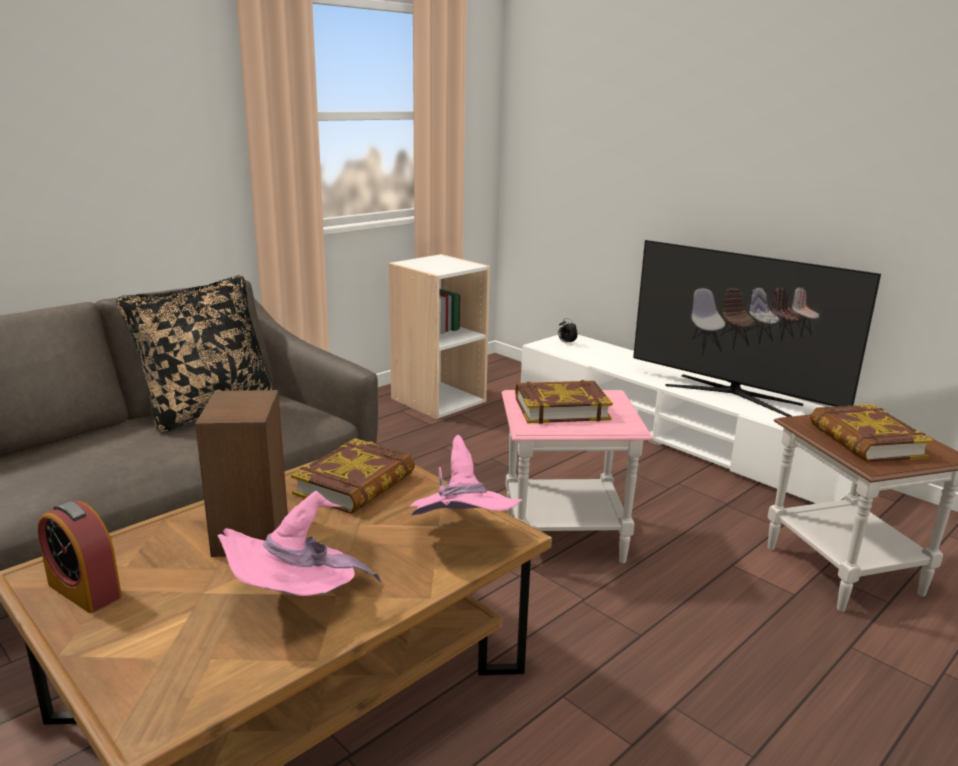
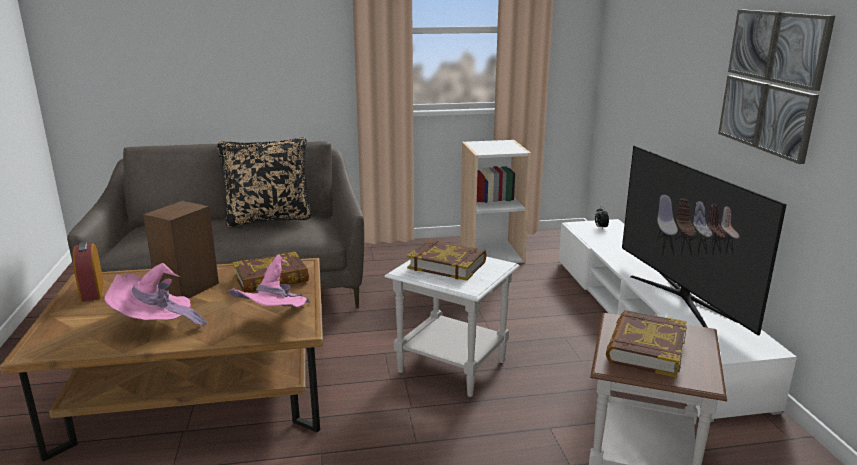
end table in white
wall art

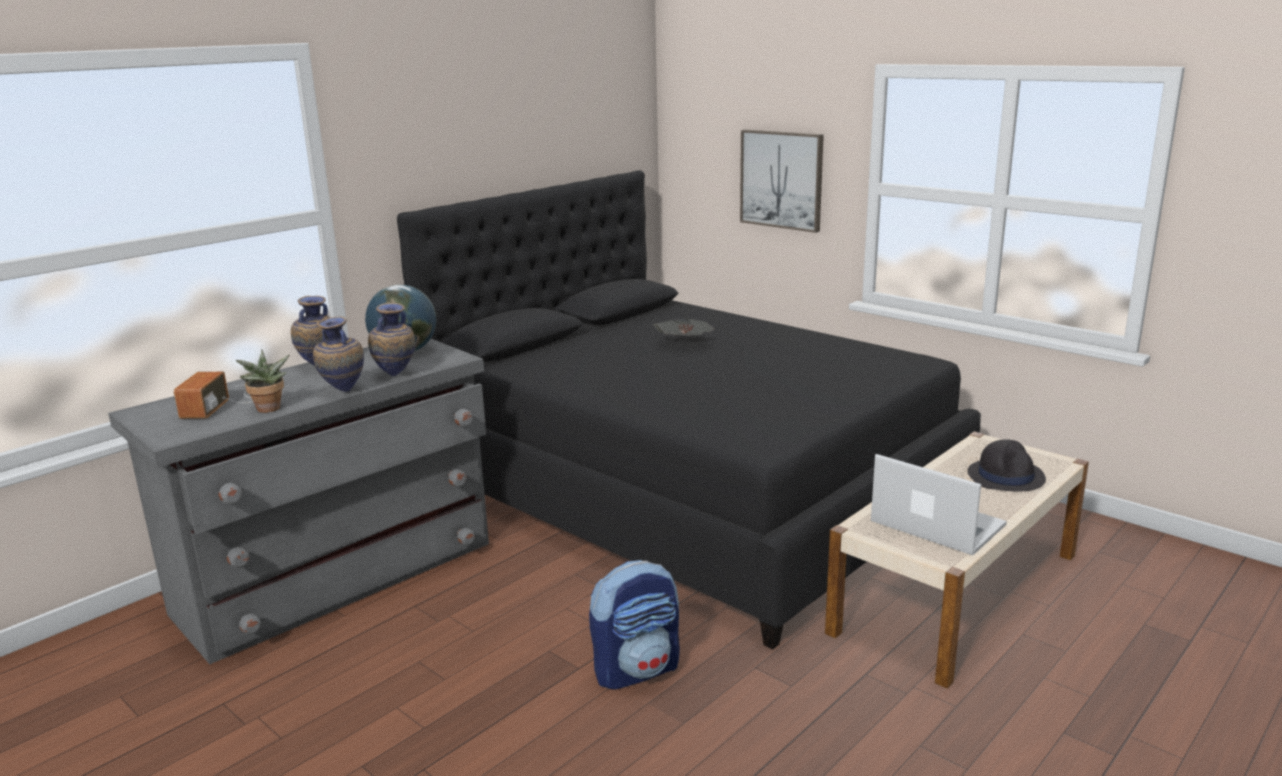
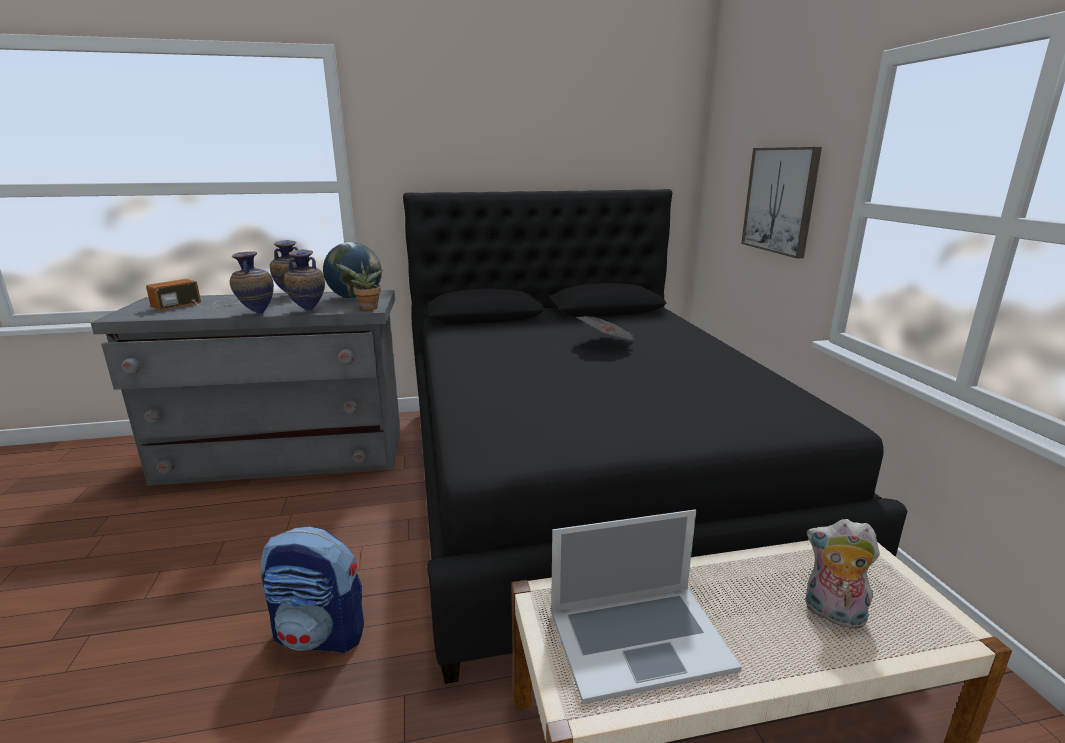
potted plant
portable computer
plush toy

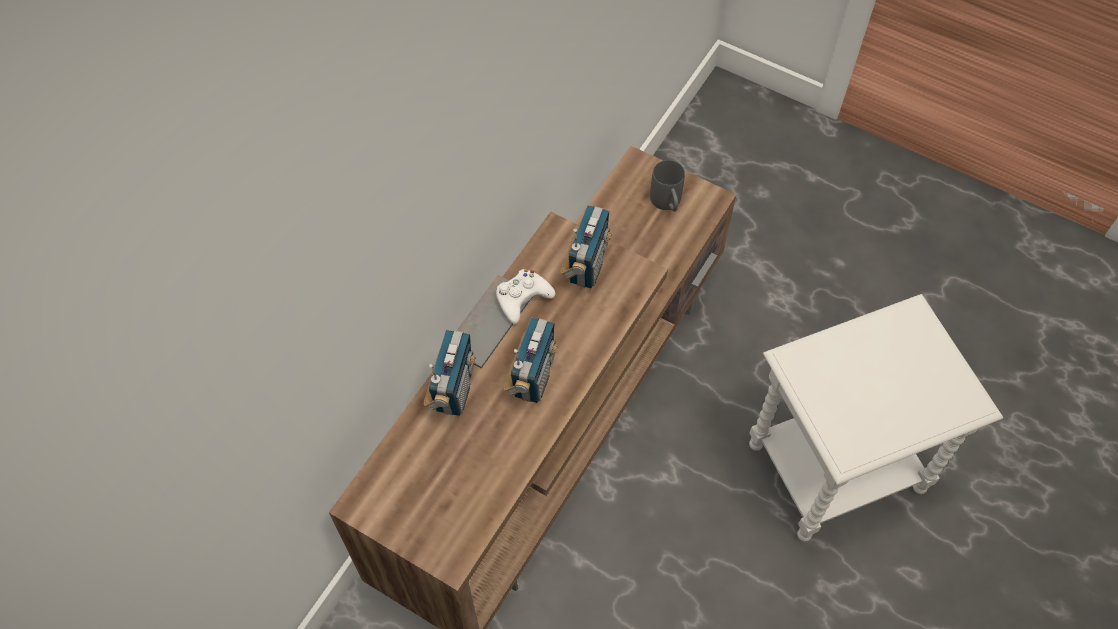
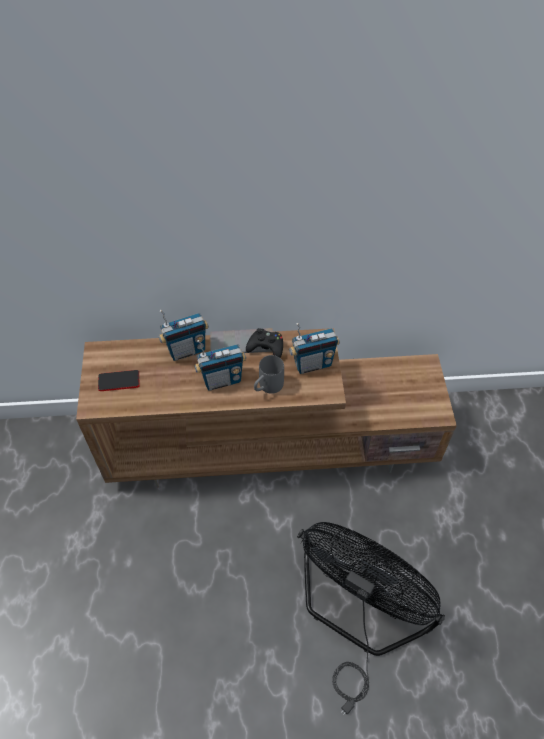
game controller in blackish
coffee mug in grey
electric fan in blackish
handset

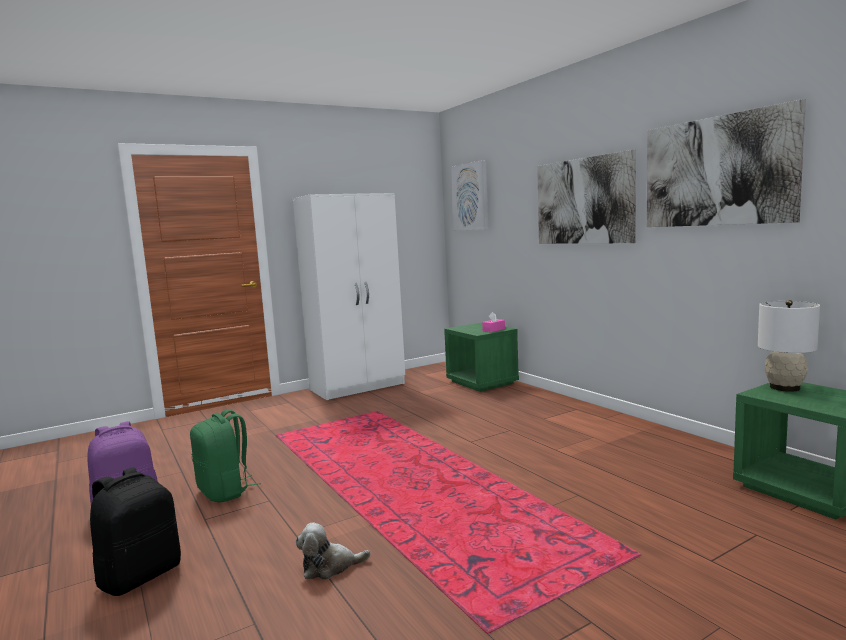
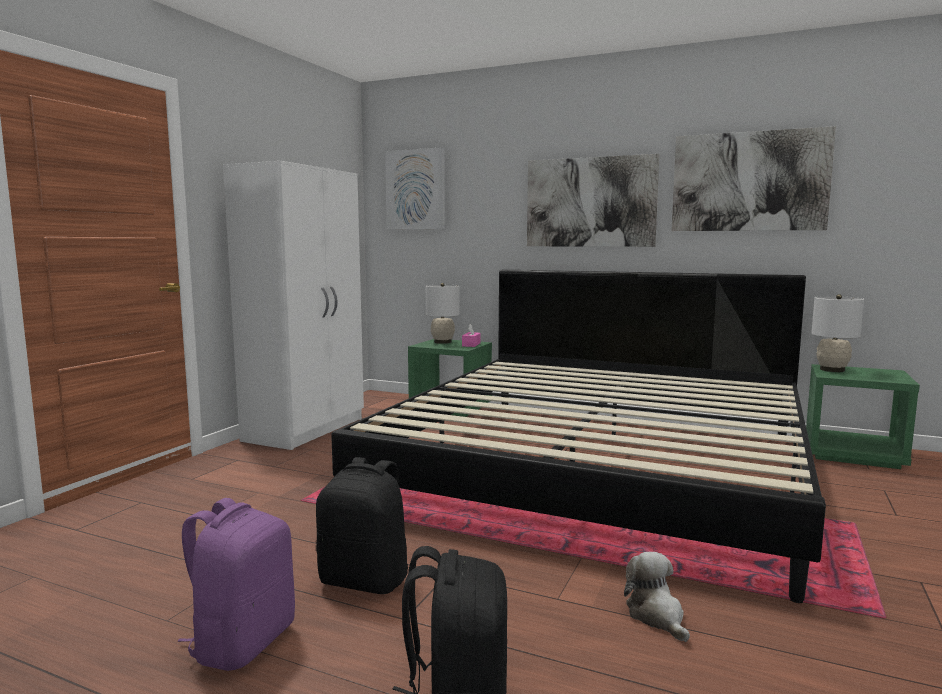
backpack in blackish (1st from left)
plush toy
bed
table lamp in white (1st from left)

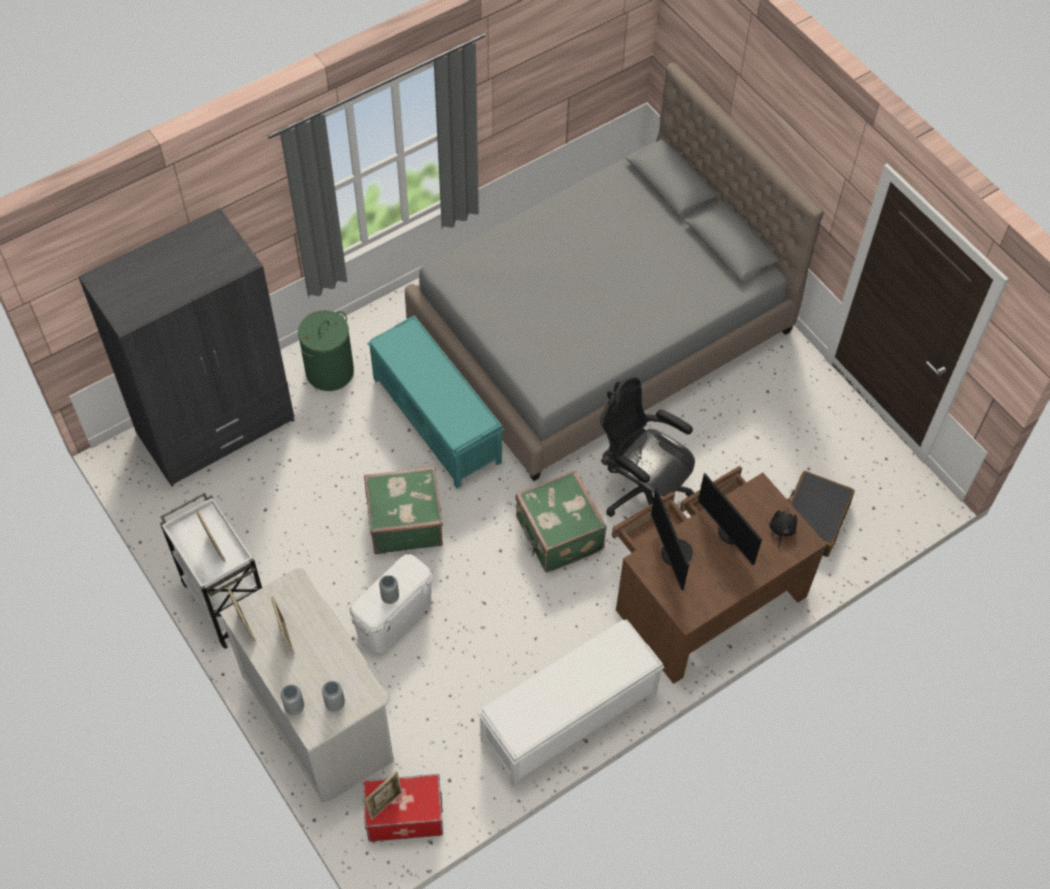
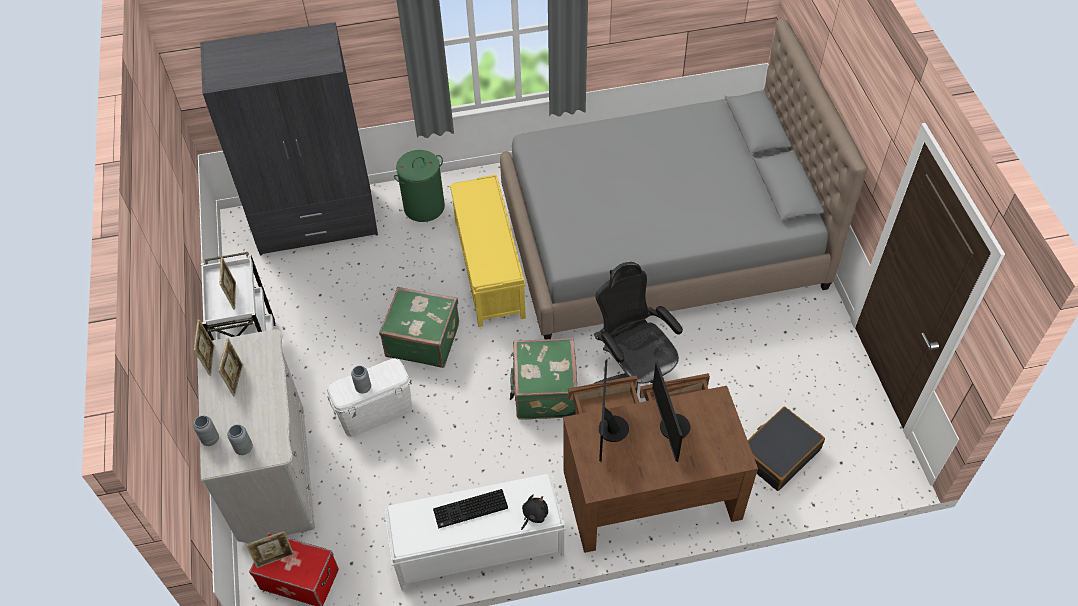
bench in yellow
plush toy in blackish
keyboard

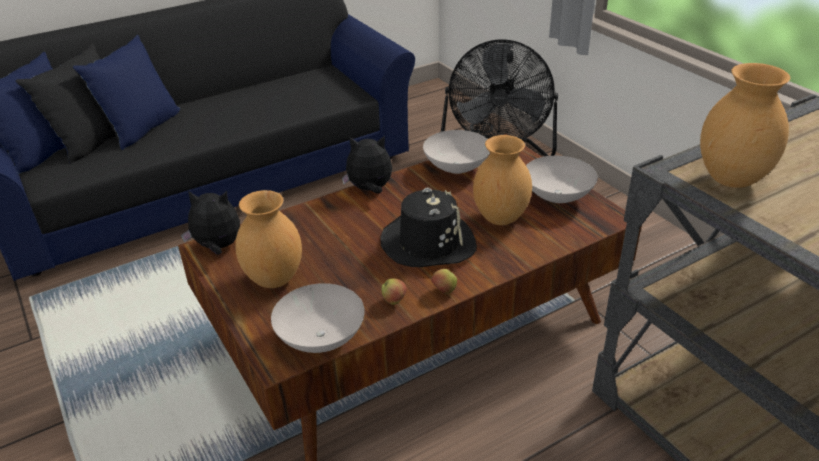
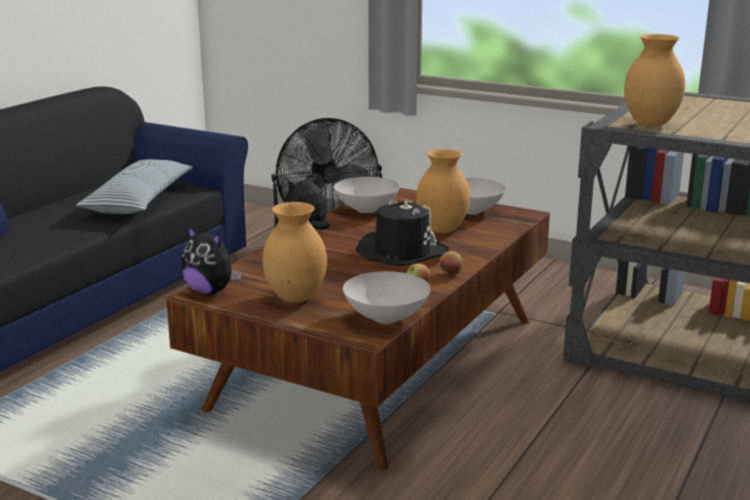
plush toy (1st from left)
cushion

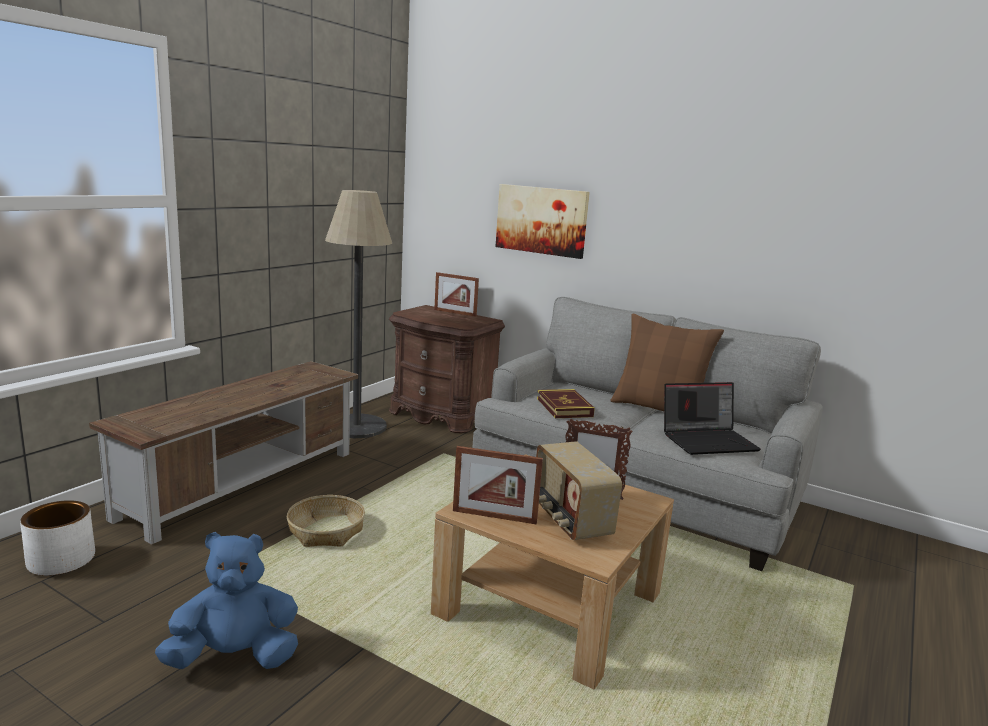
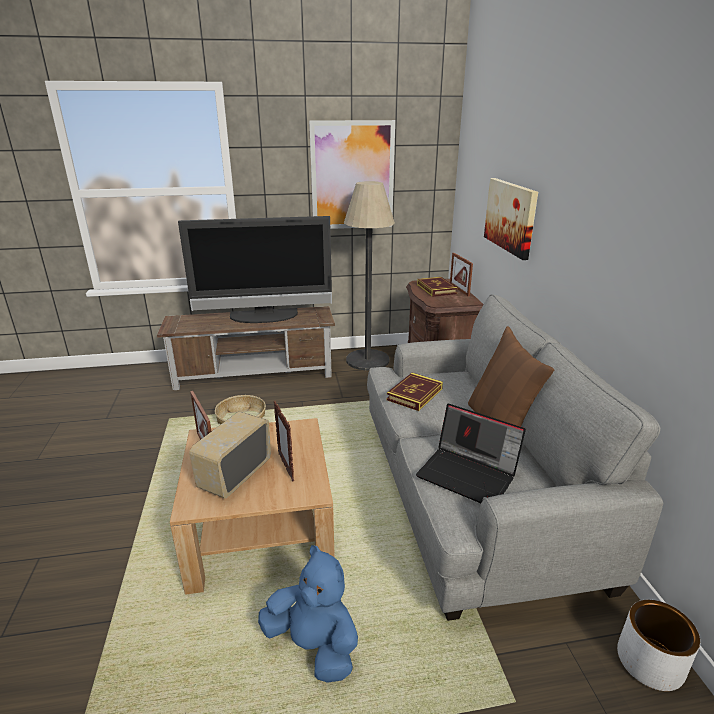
planter in white
plush toy in blue-coloured
TV set
wall art (1st from left)
book (2nd from left)

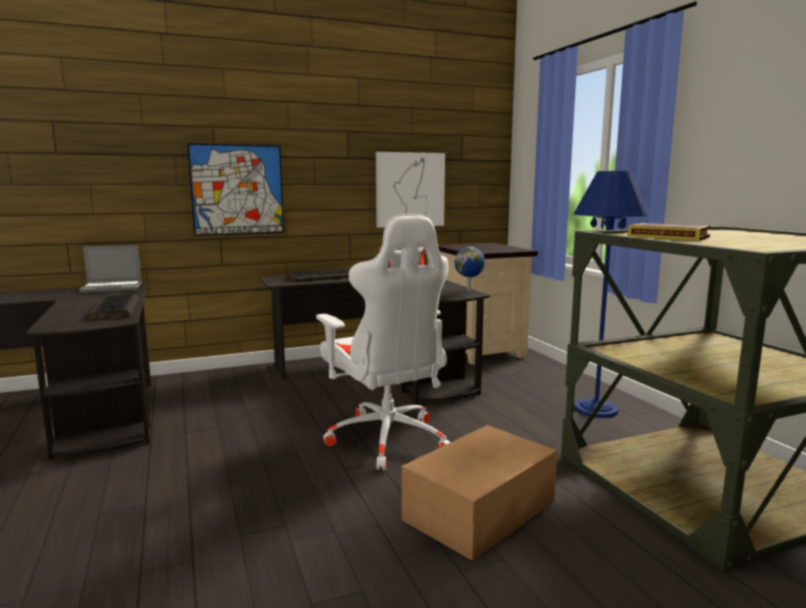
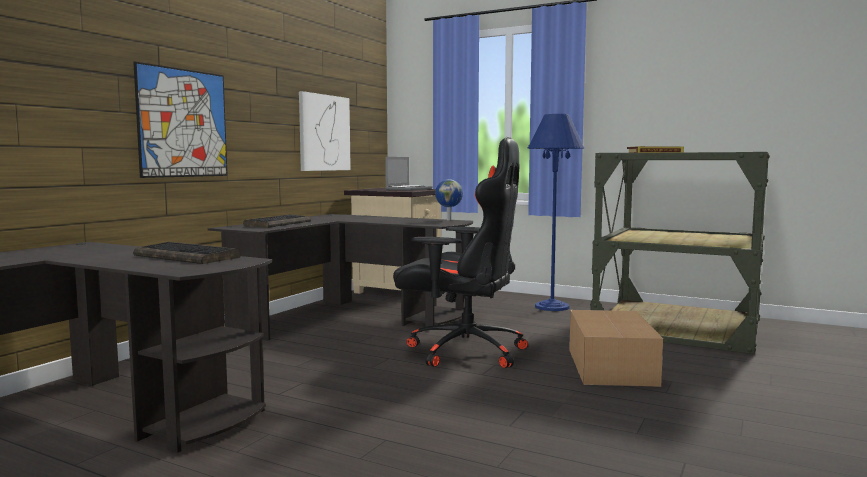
portable computer
desk chair in blackish

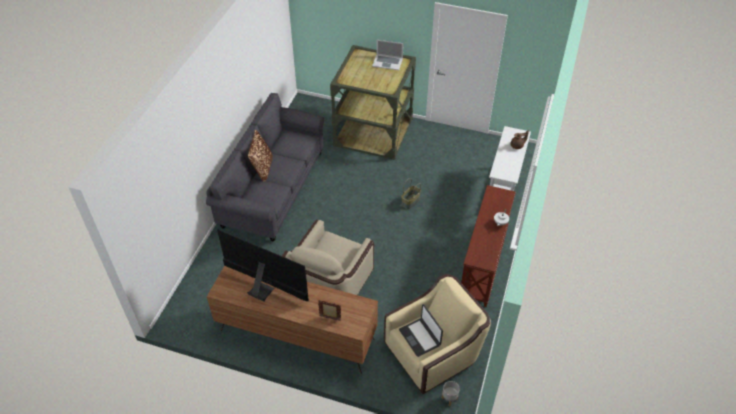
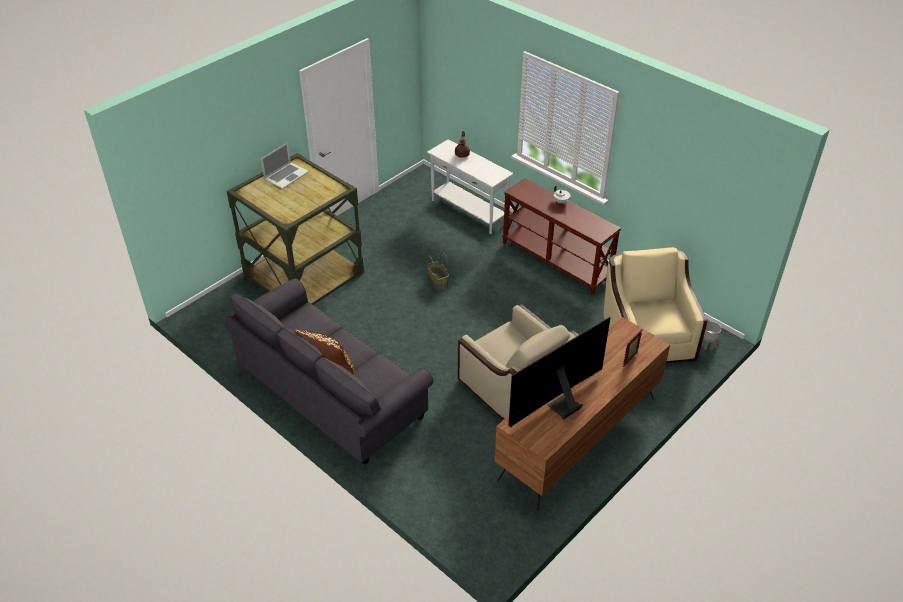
portable computer (2nd from left in the first image)

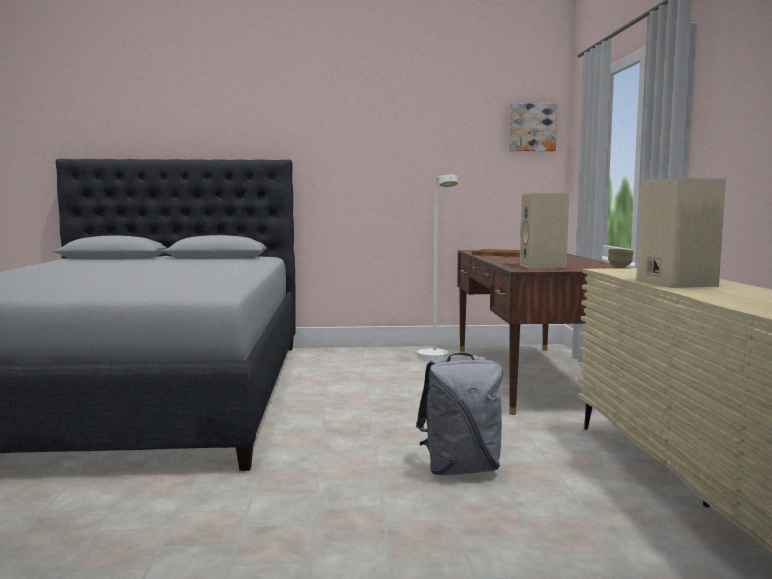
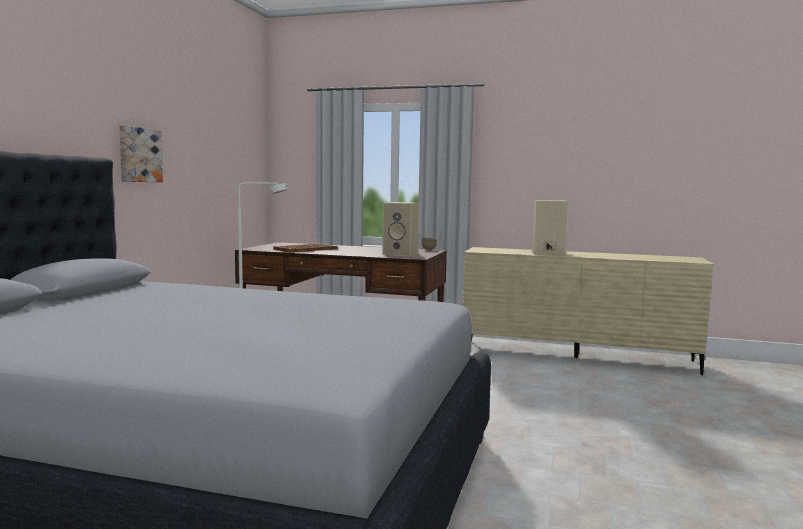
backpack in grey
wall art

